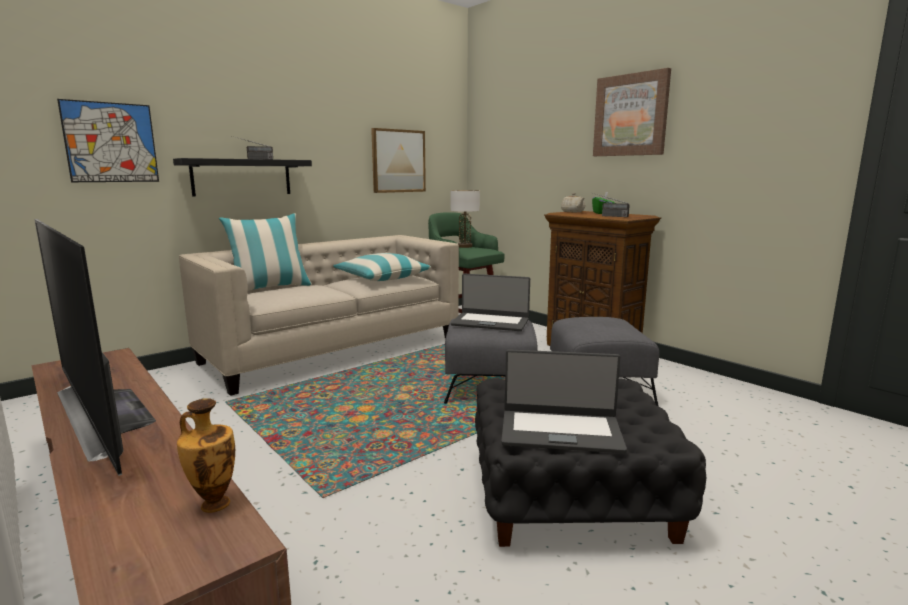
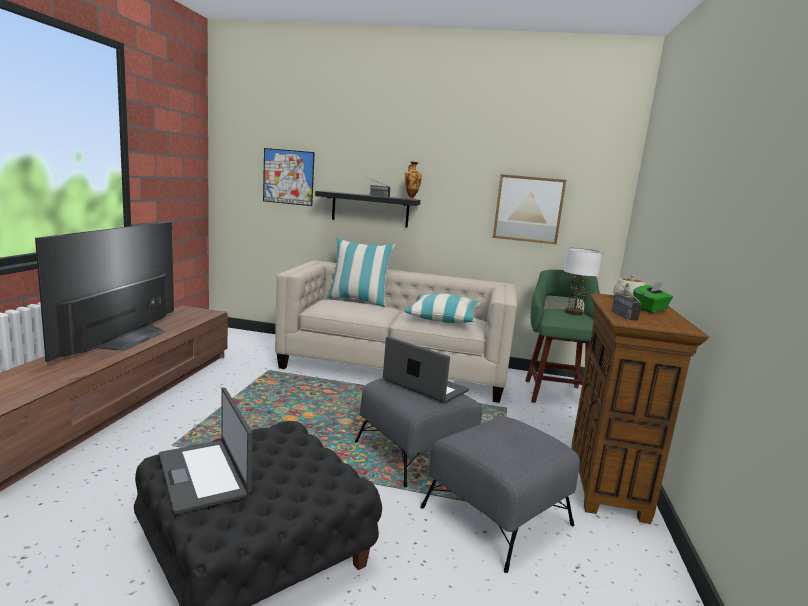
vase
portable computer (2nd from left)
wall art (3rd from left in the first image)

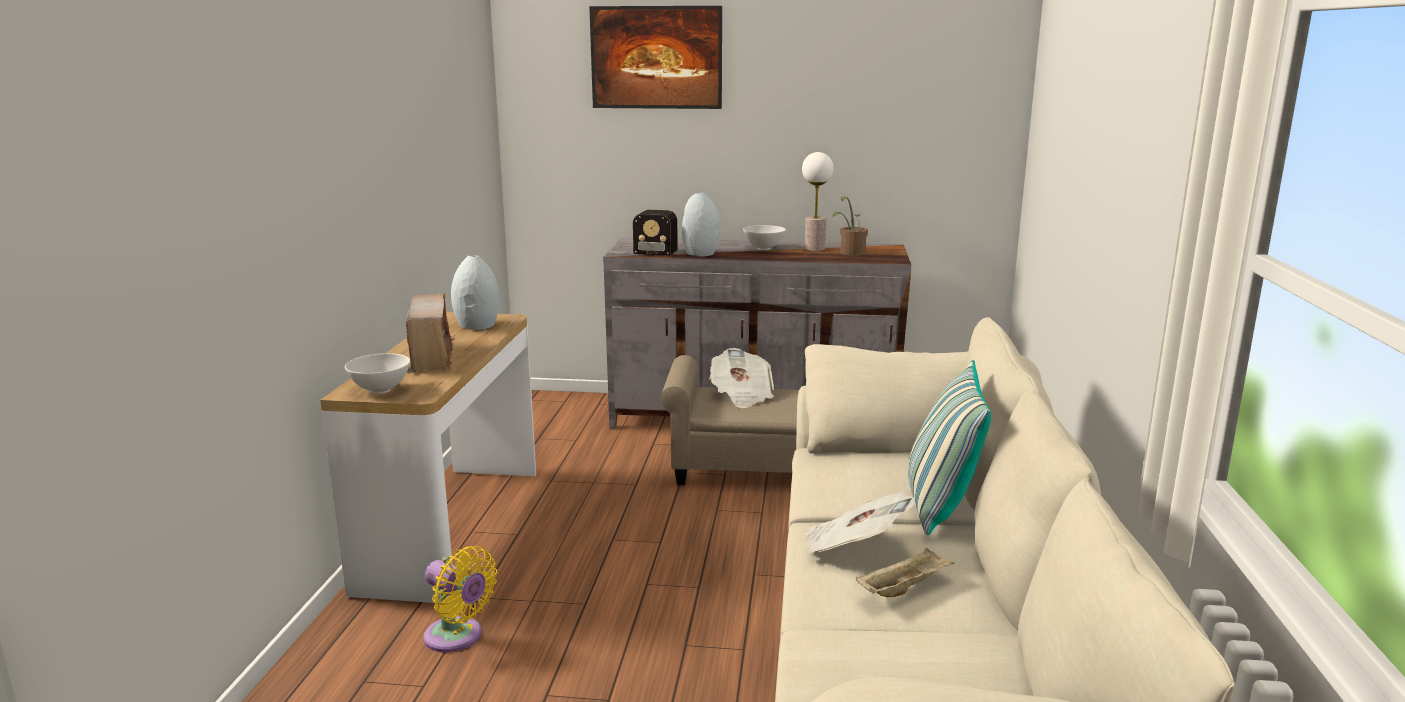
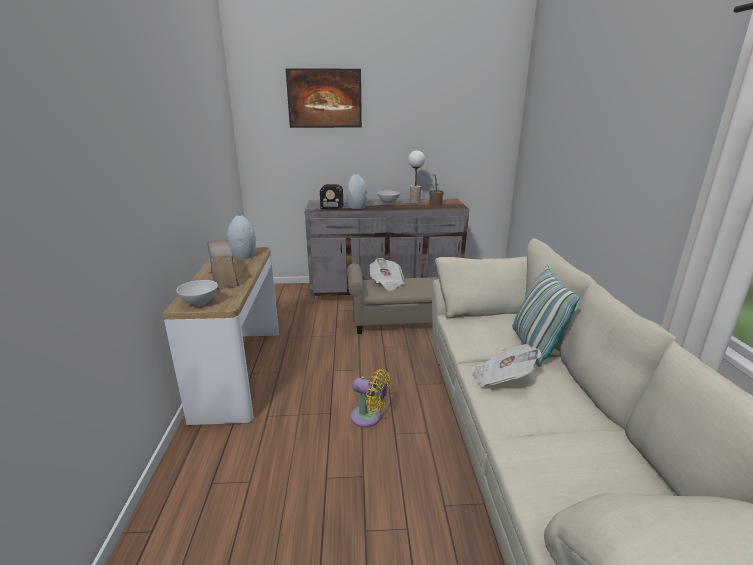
electric fan in yellow
carrying tray in beige

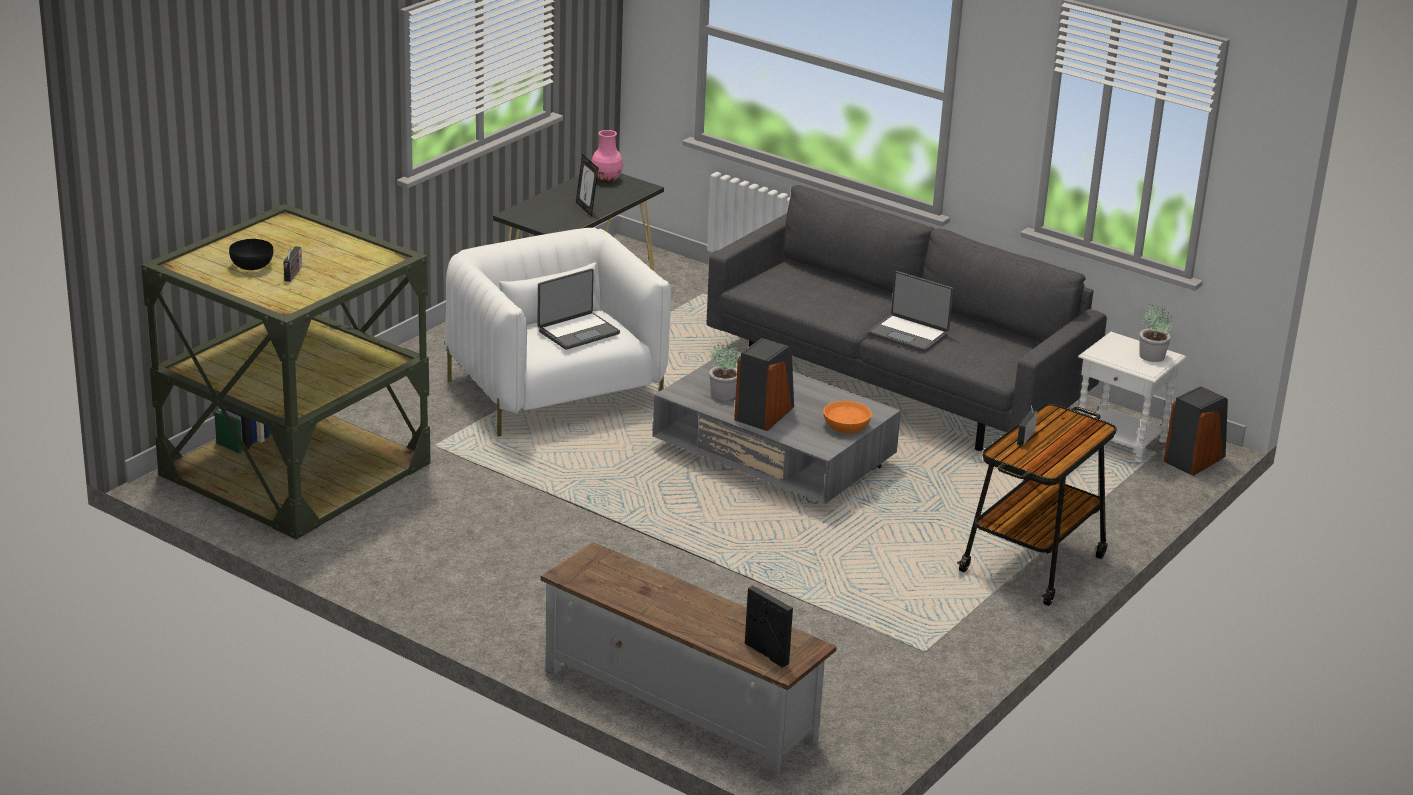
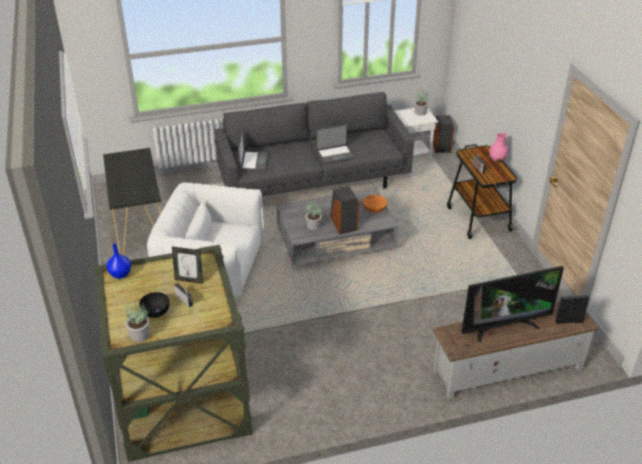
portable computer (1st from left)
picture frame (1st from left)
vase in pink-coloured
vase in blue-coloured
potted plant (1st from left)
TV set

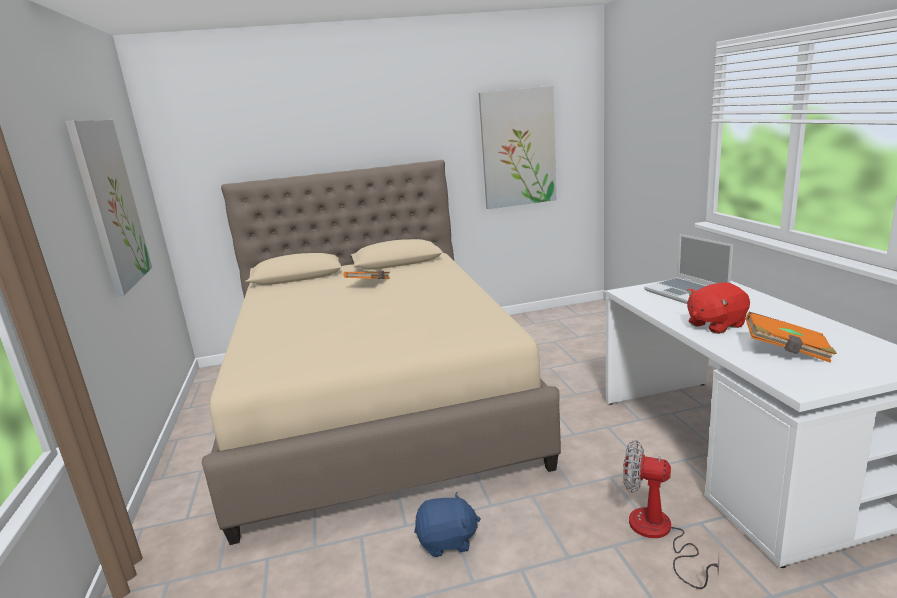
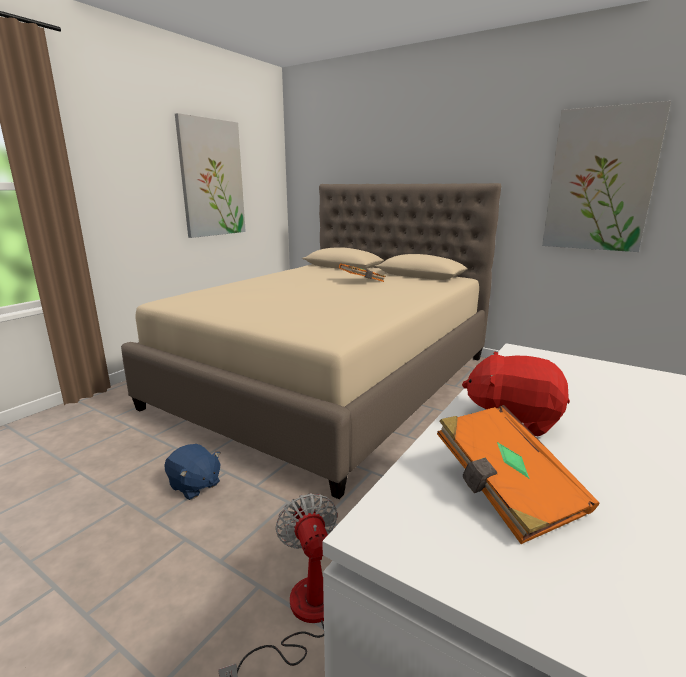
portable computer

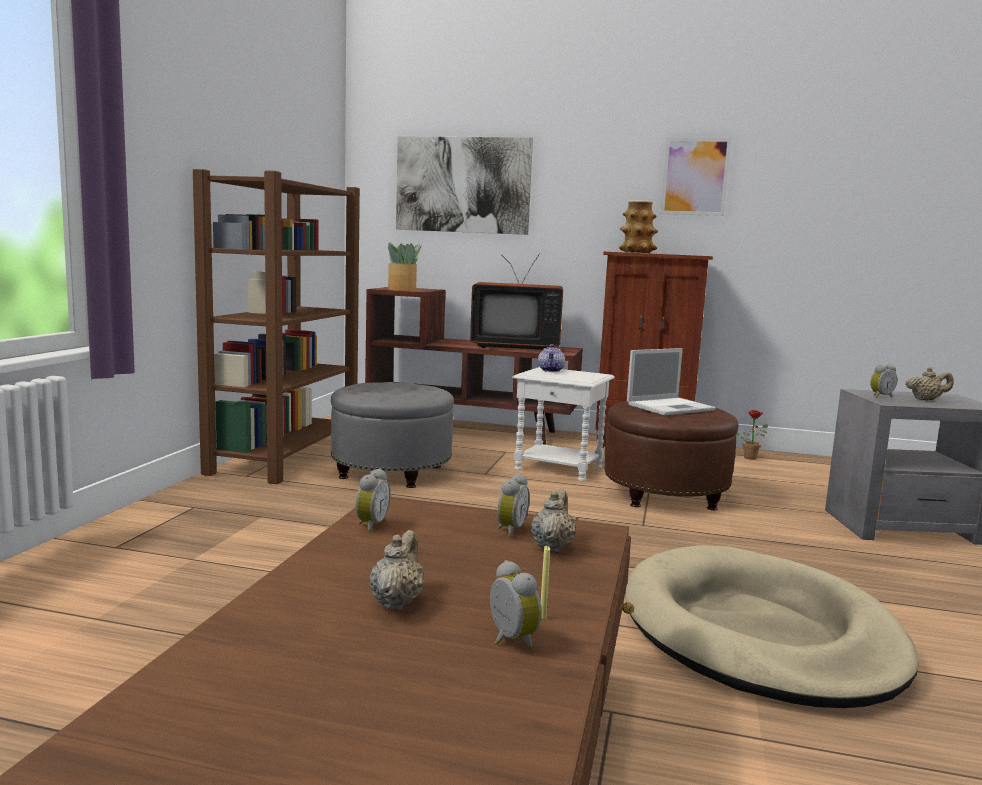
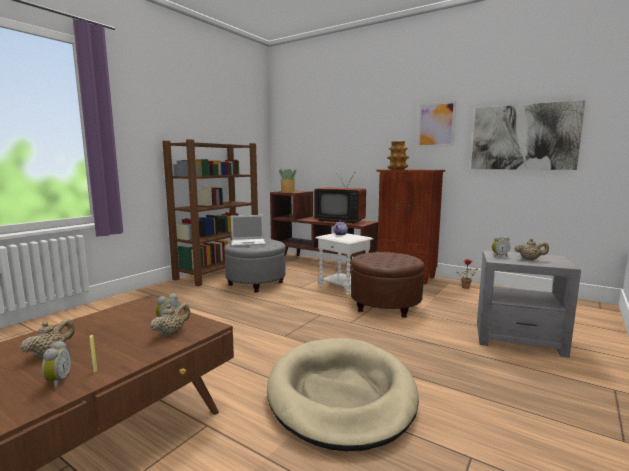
bedside clock (1st from left in the first image)
wall art (2nd from left)
portable computer

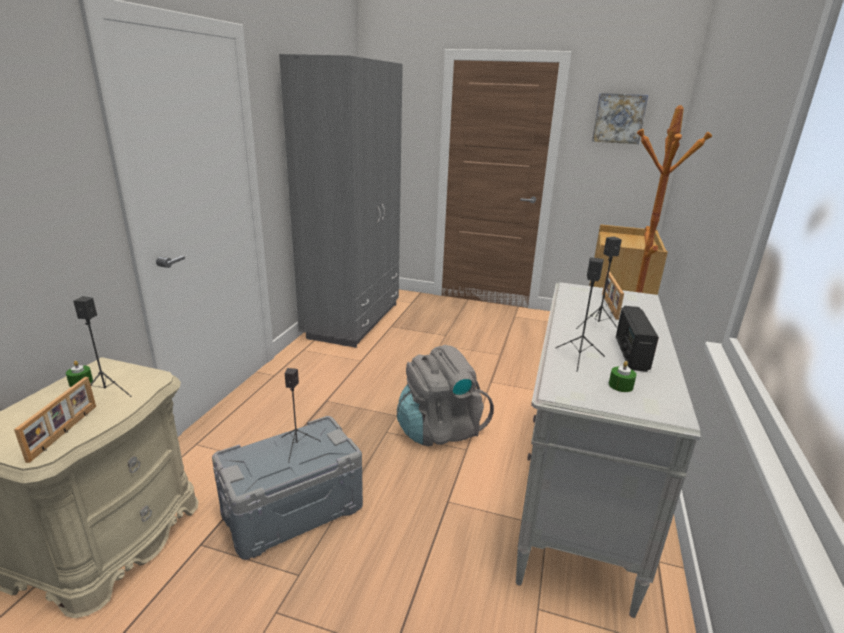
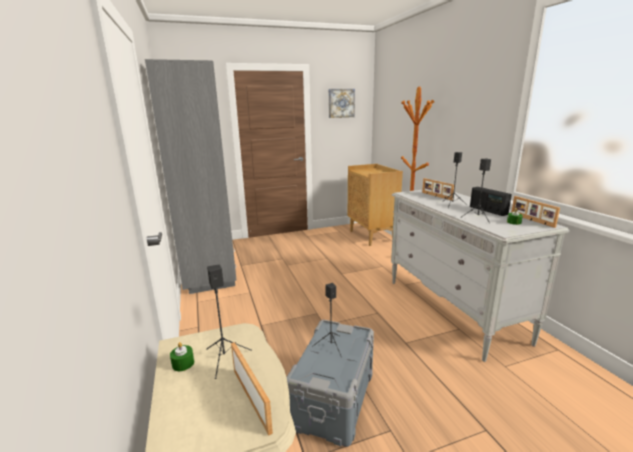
backpack in grey
picture frame (3rd from left)

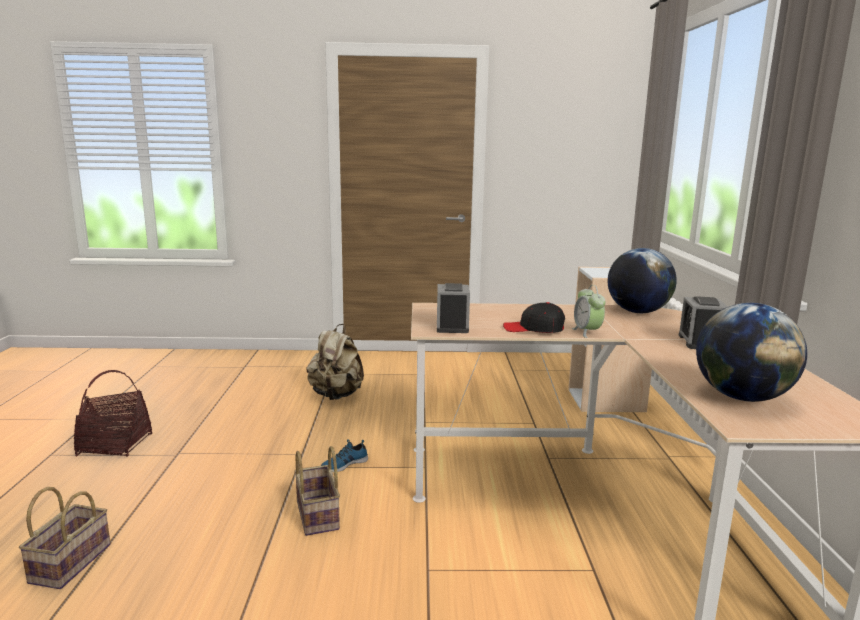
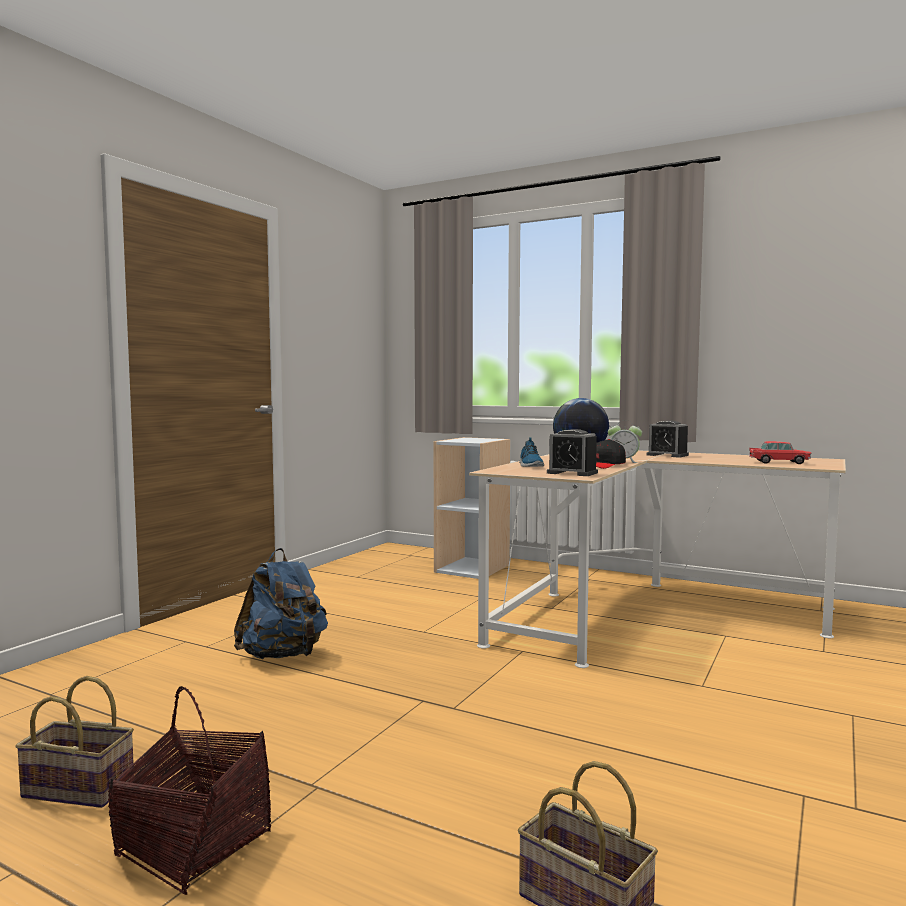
household basket (1st from left)
backpack in blue-coloured
shoe
toy car

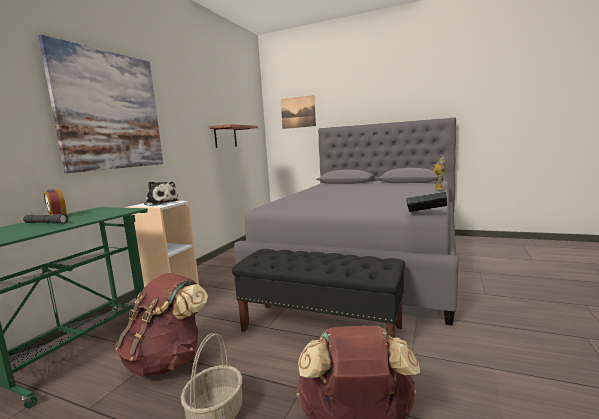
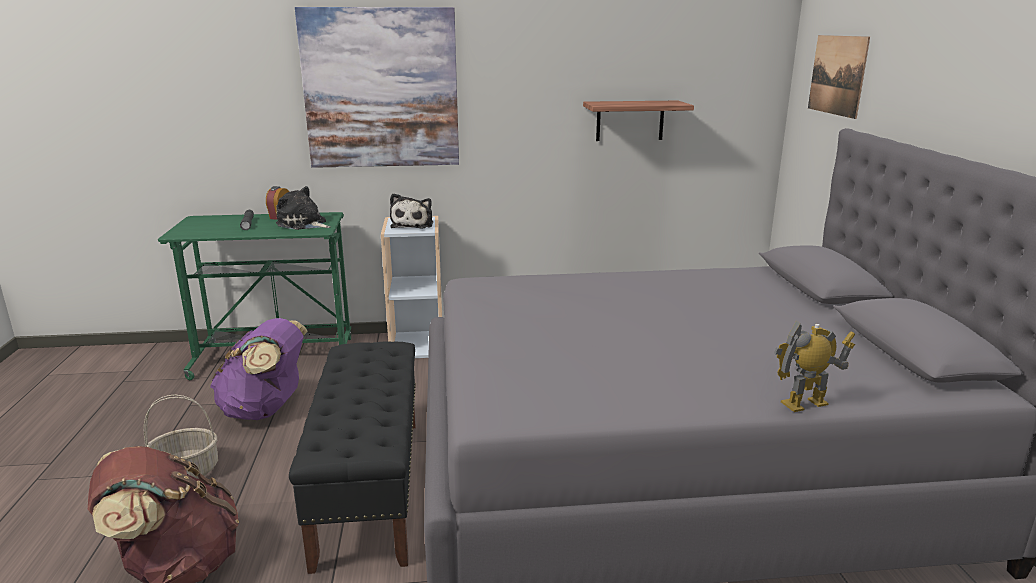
backpack in purple-coloured
book
plush toy (1st from left)

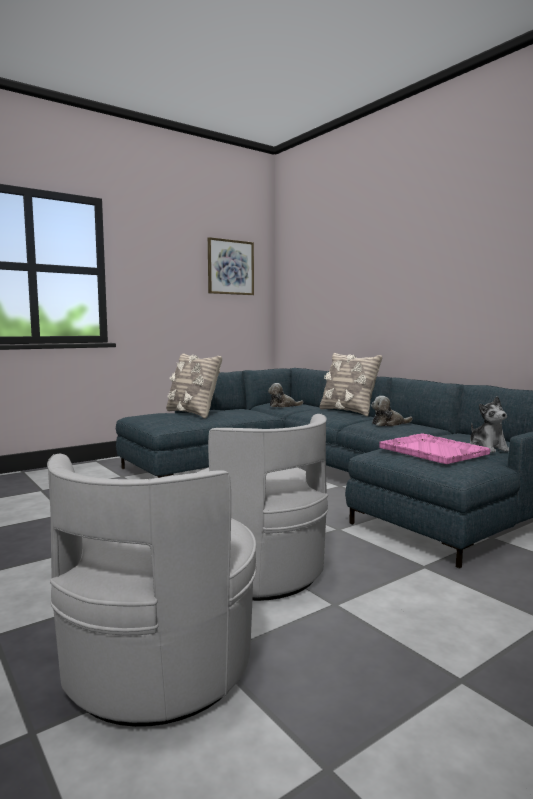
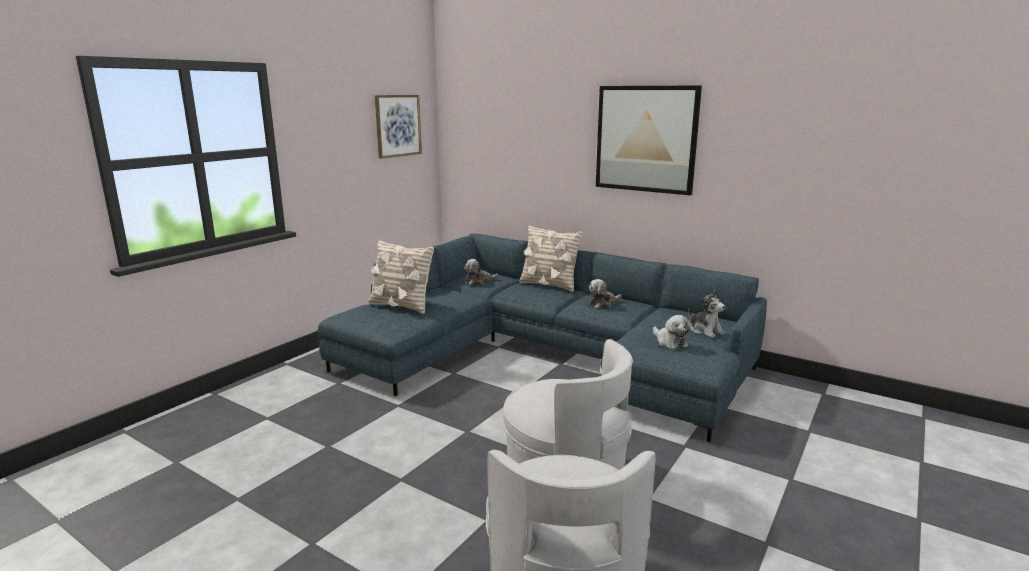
plush toy (3rd from left)
wall art (2nd from left)

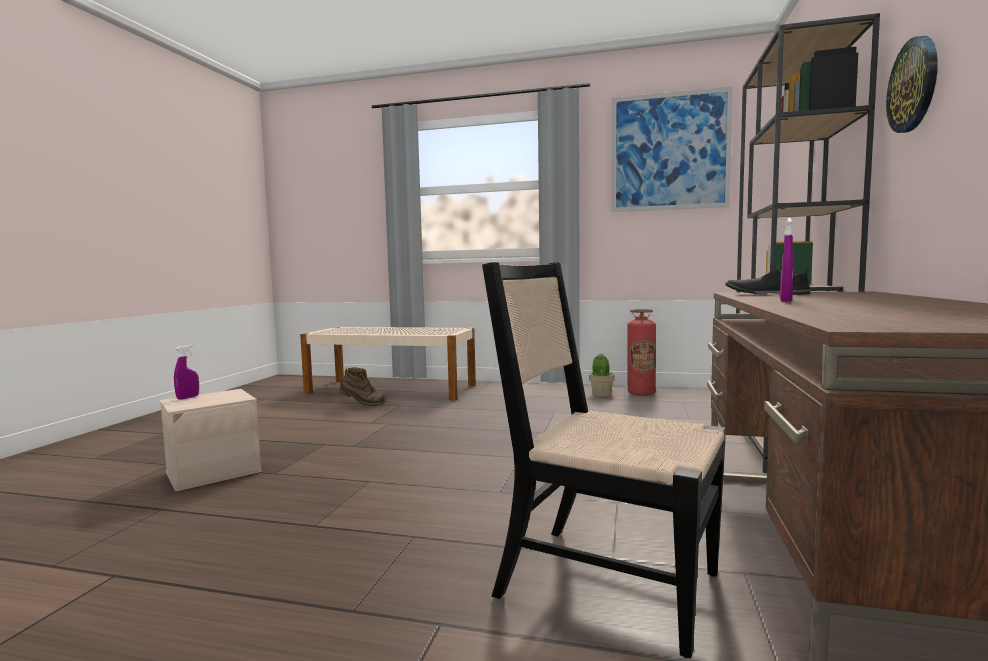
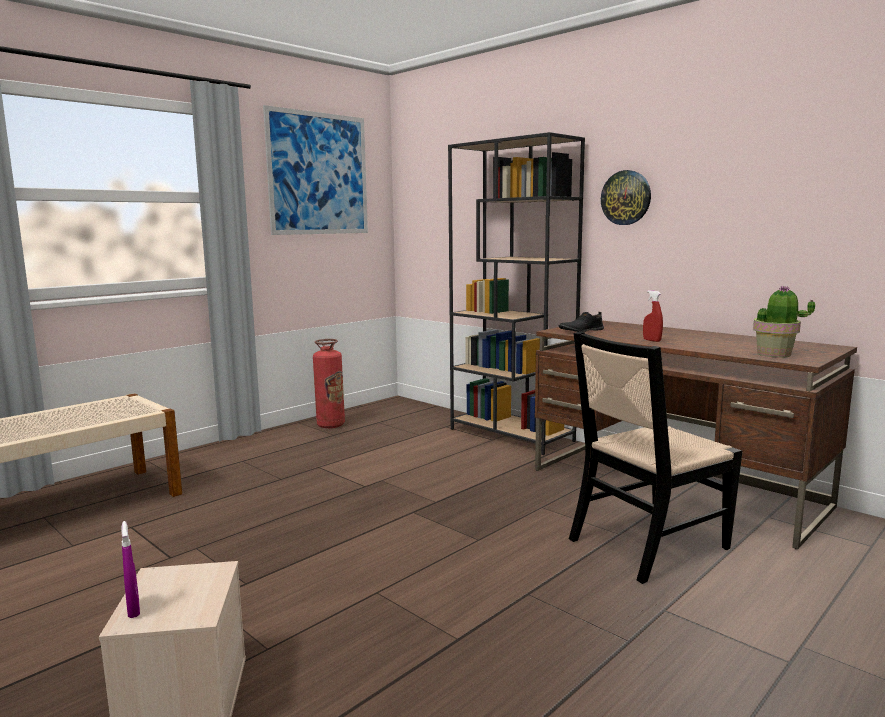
tall boot in brownish
potted plant
sprayer in reddish

